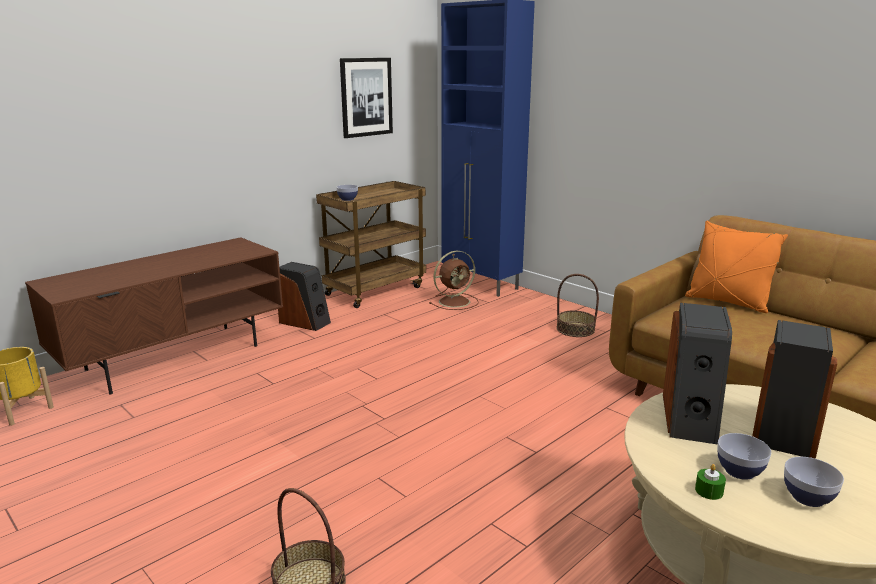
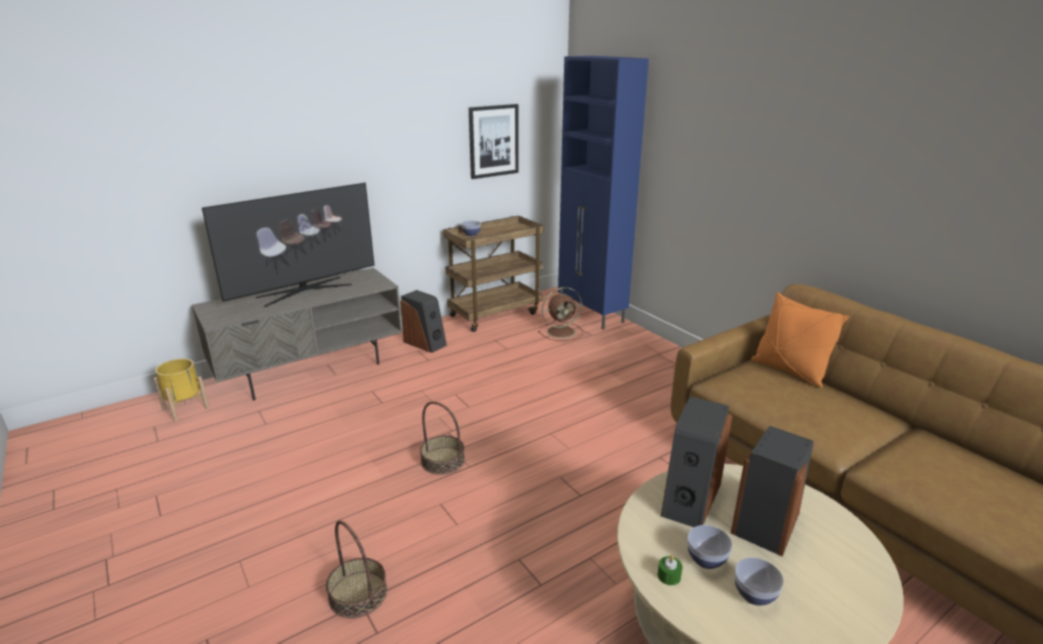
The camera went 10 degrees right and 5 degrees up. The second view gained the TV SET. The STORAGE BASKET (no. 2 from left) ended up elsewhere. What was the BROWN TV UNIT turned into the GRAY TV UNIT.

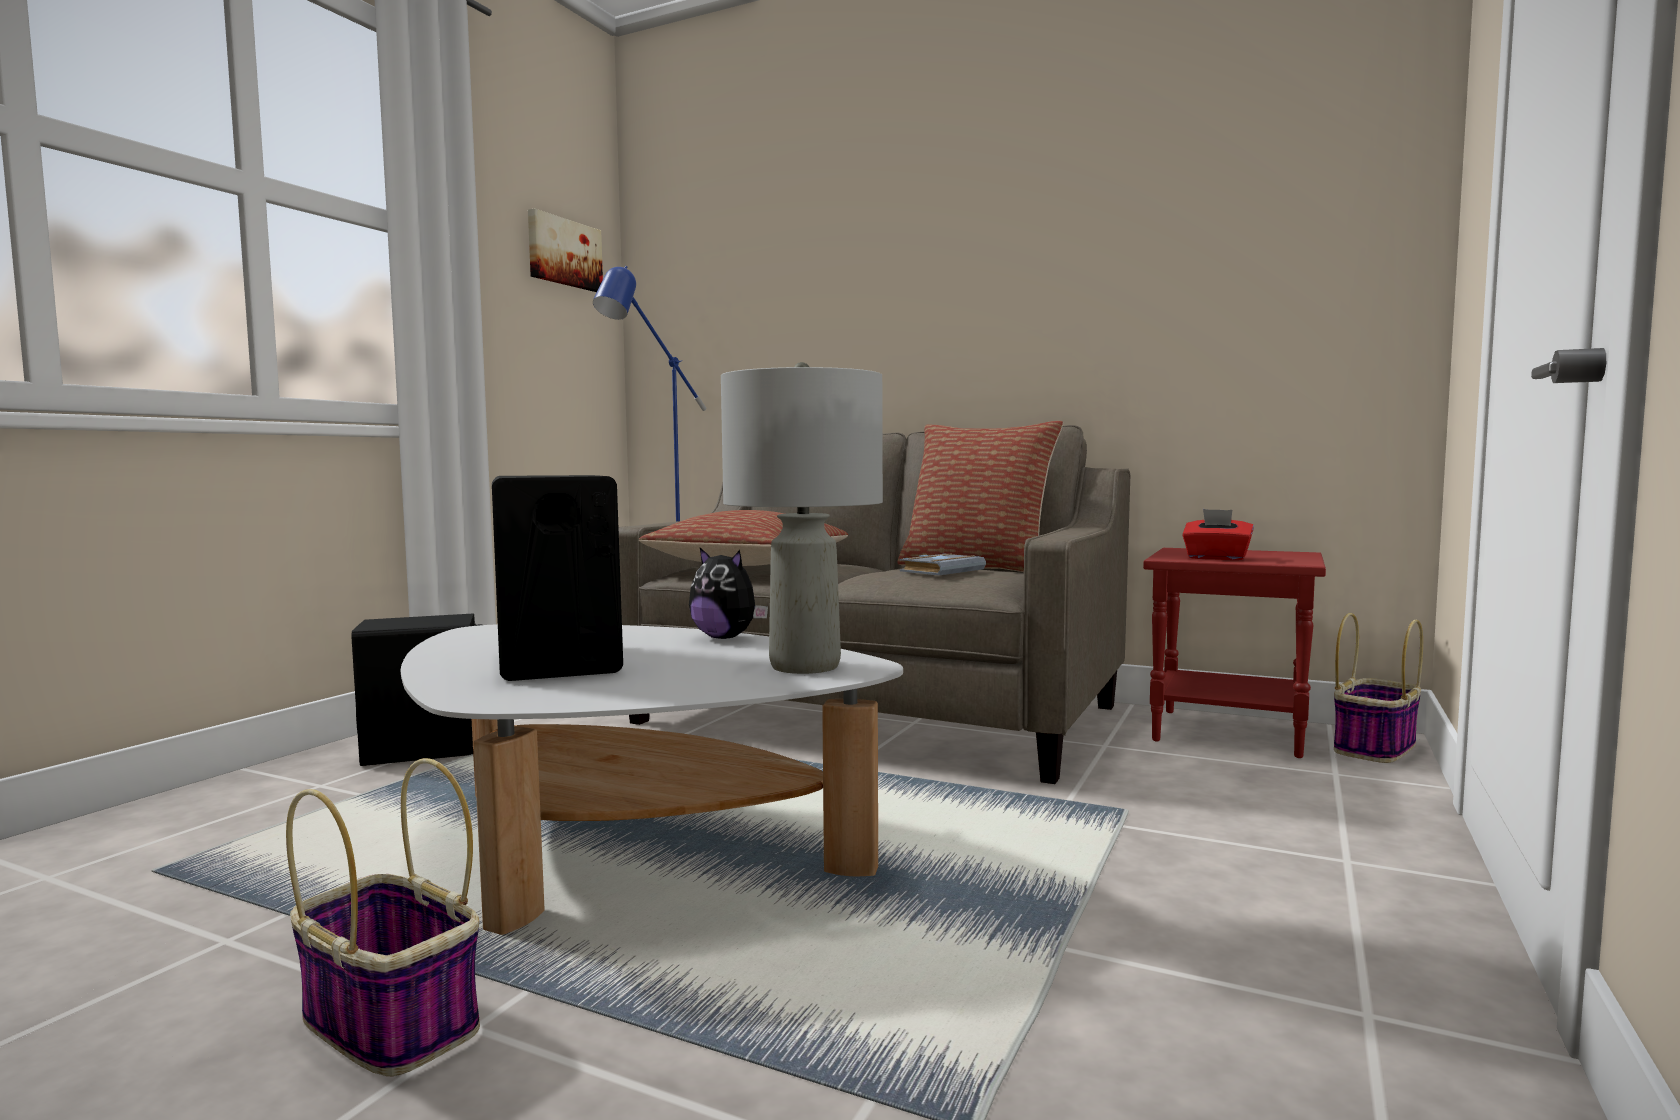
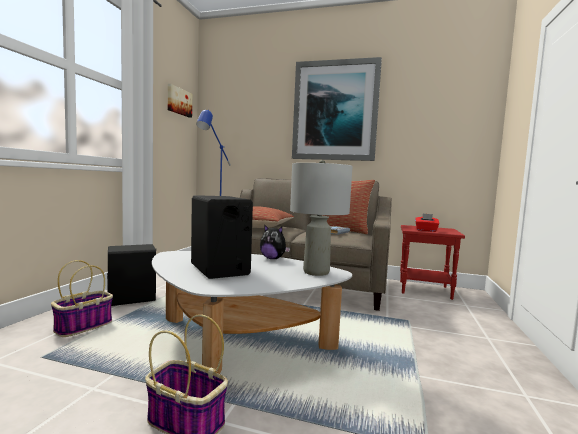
The camera went 10 degrees left and 0 degrees up. The second view gained the WALL ART (no. 2 from left). The STORAGE BASKET (no. 2 from left in the first image) ended up elsewhere.

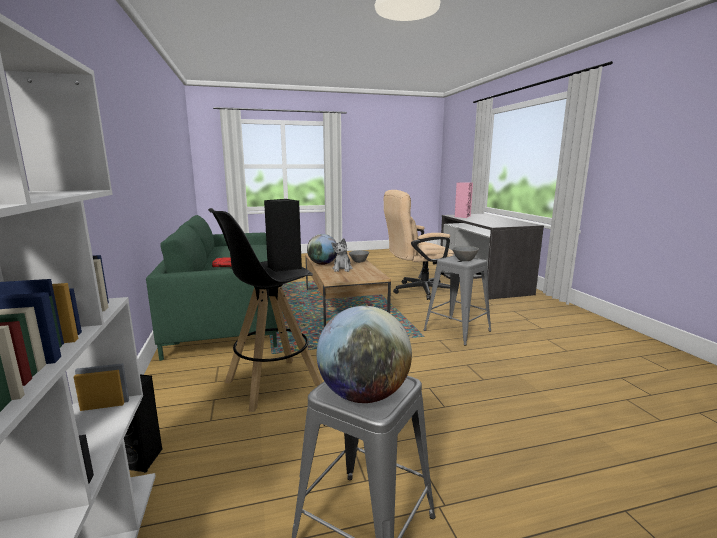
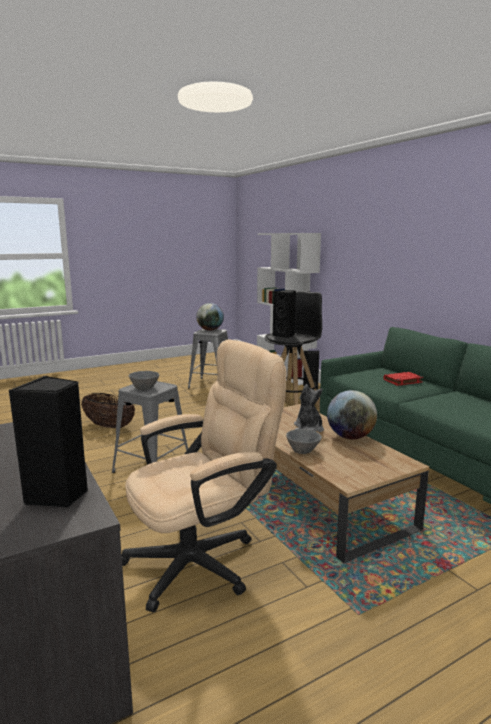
The camera went 165 degrees right and 0 degrees up. The second view gained the STORAGE BASKET. What was the PINKISH LOUDSPEAKER turned into the BLACK LOUDSPEAKER (no. 1 from left).

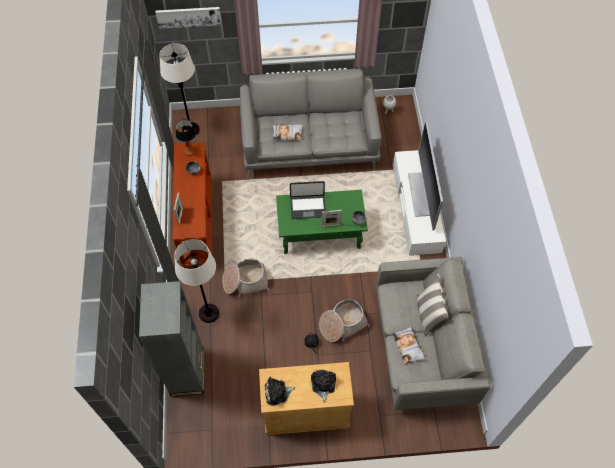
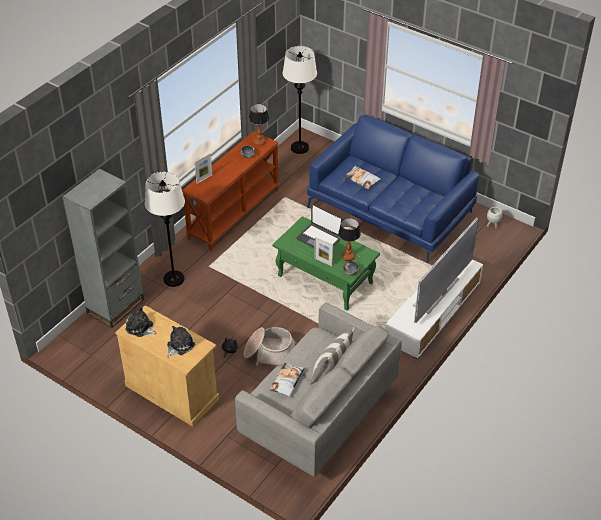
The camera went 40 degrees right and 15 degrees down. The second view lost the WALL ART. The second view lost the STORAGE BASKET (no. 1 from left). The second view gained the TABLETOP LAMP (no. 2 from left). What was the GRAY SOFA (no. 1 from left) turned into the BLUE-COLOURED SOFA.

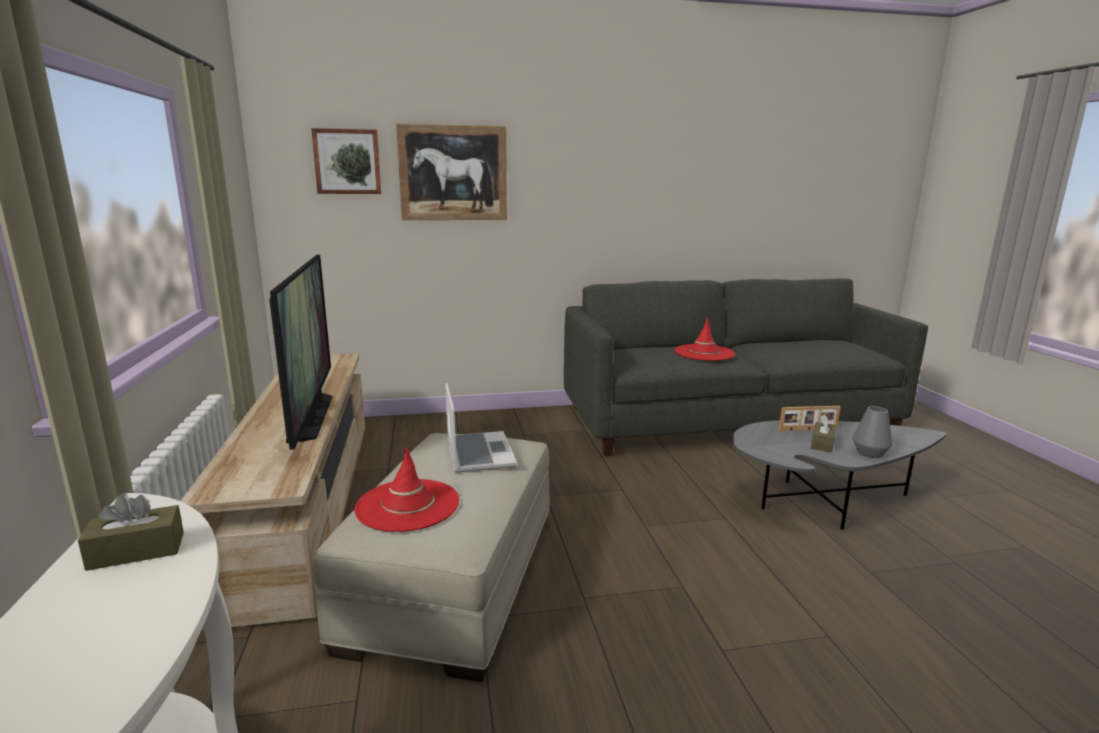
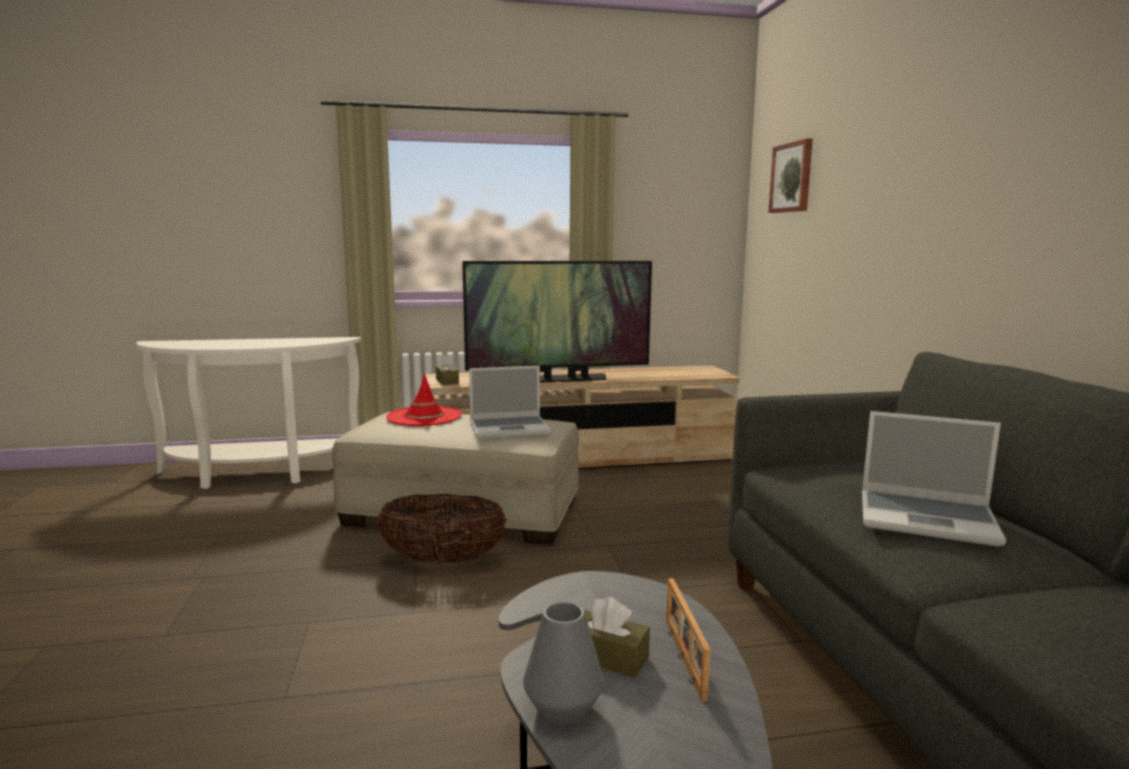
The camera went 90 degrees right and 5 degrees down. The second view lost the WALL ART (no. 2 from left). The second view gained the STORAGE BASKET. The BROWN BOX OF TISSUES (no. 1 from left) ended up elsewhere. Where the REDDISH CLOTHING HAT (no. 2 from left) stood, the LAPTOP (no. 2 from left) came to stand.

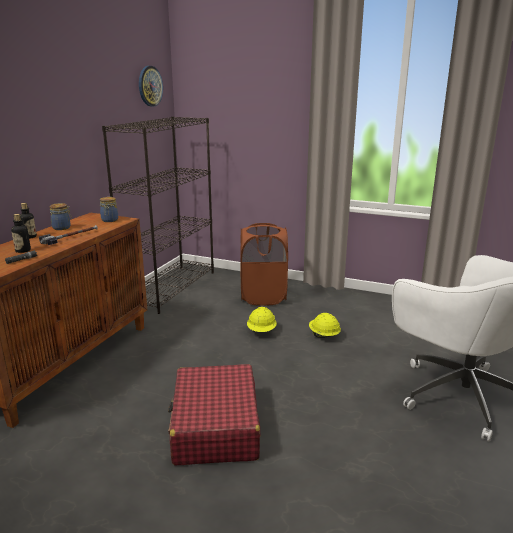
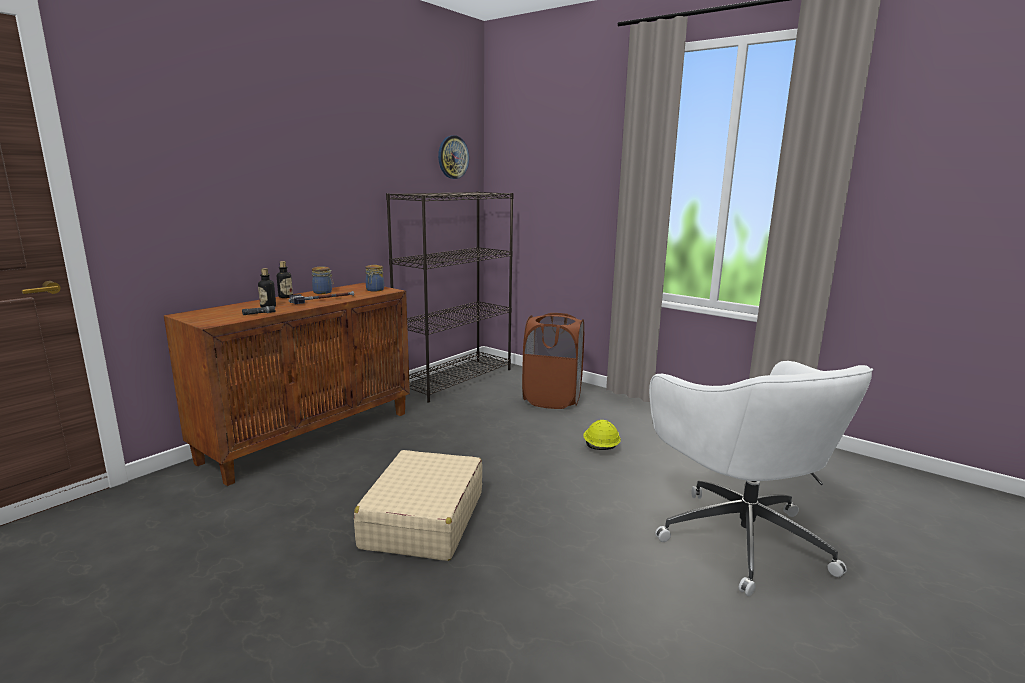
The camera went 15 degrees right and 5 degrees down. The second view lost the YELLOW SAFETY HELMET (no. 1 from left). What was the REDDISH TRAVEL CASE turned into the BEIGE TRAVEL CASE.

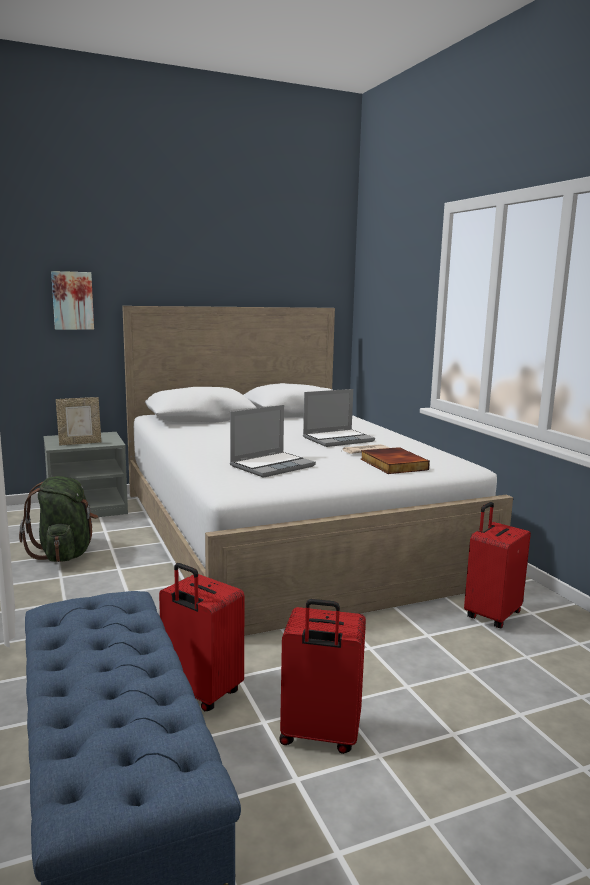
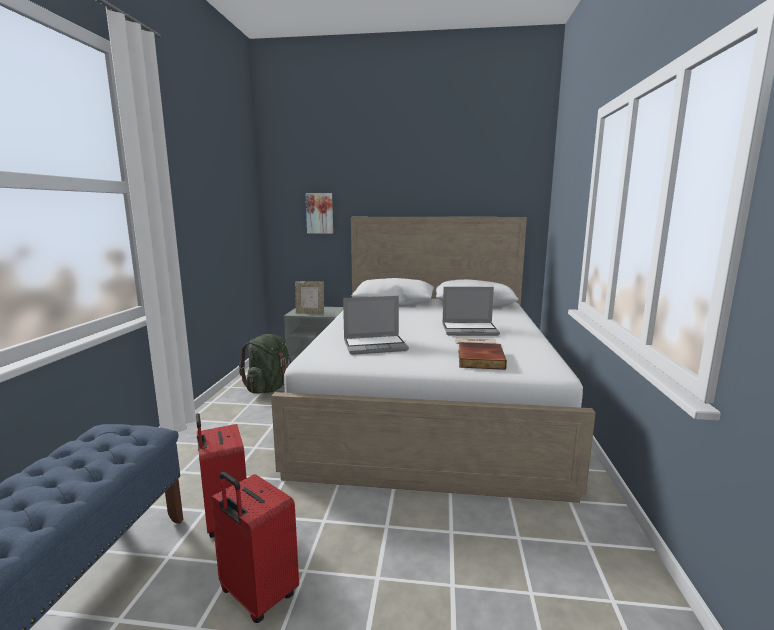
The camera went 30 degrees right and 0 degrees up. The second view lost the REDDISH TRAVEL CASE (no. 3 from left).

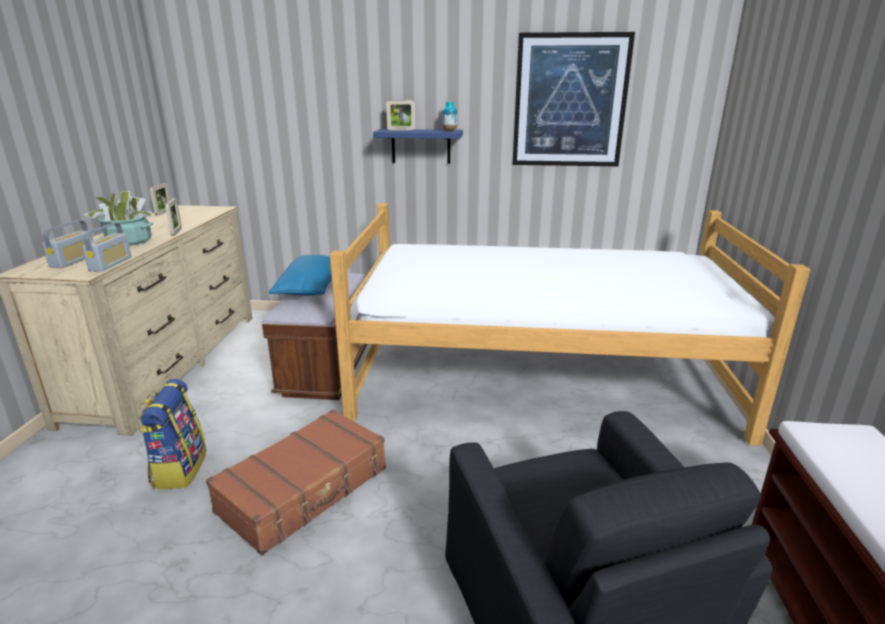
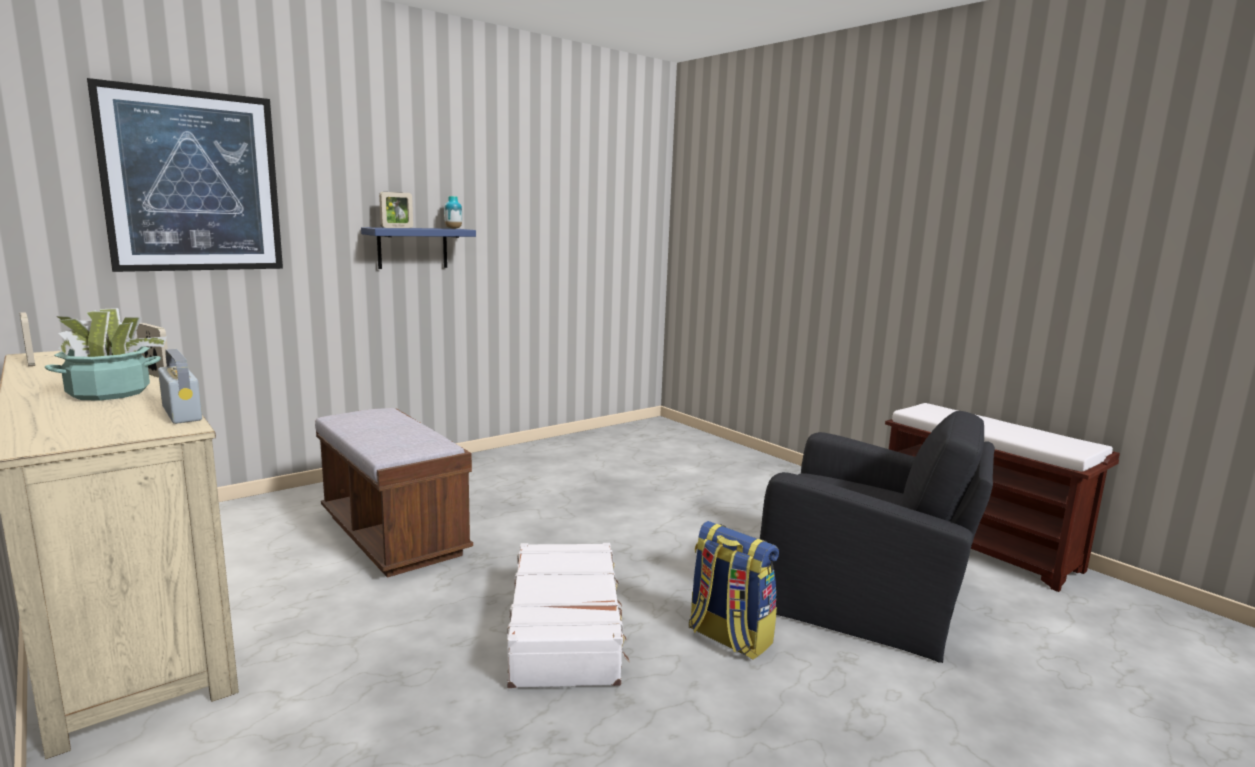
The camera went 45 degrees left and 10 degrees down. The second view lost the RADIO RECEIVER (no. 1 from left). The second view lost the BLUE-COLOURED THROW PILLOW. The second view lost the SLEEPING BED. The BACKPACK ended up elsewhere. The WALL ART ended up elsewhere. What was the BROWN TRAVEL CASE turned into the WHITE-COLOURED TRAVEL CASE.

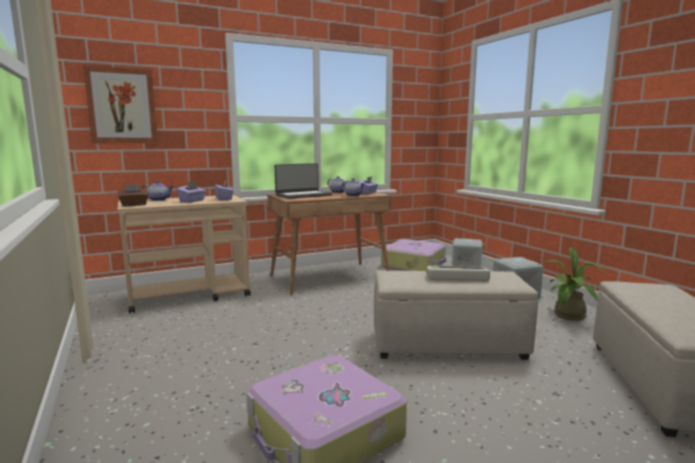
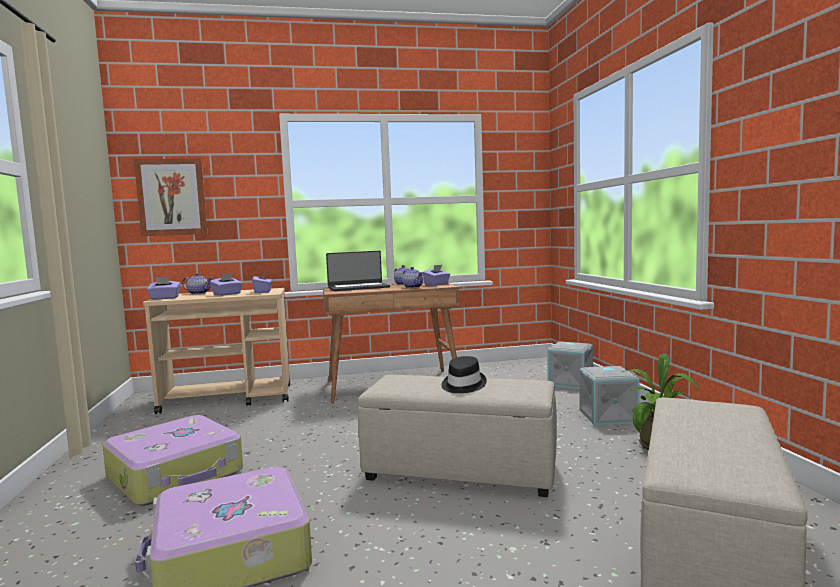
The camera went 15 degrees right and 5 degrees down. The TRAVEL CASE (no. 2 from left in the first image) ended up elsewhere. Where the PC KEYBOARD stood, the BLACK CLOTHING HAT came to stand. What was the BROWN BOX OF TISSUES turned into the PURPLISH BOX OF TISSUES (no. 1 from left).

